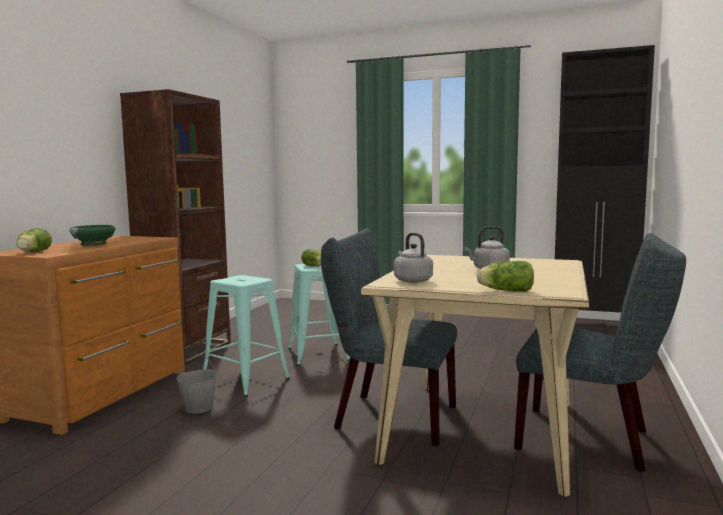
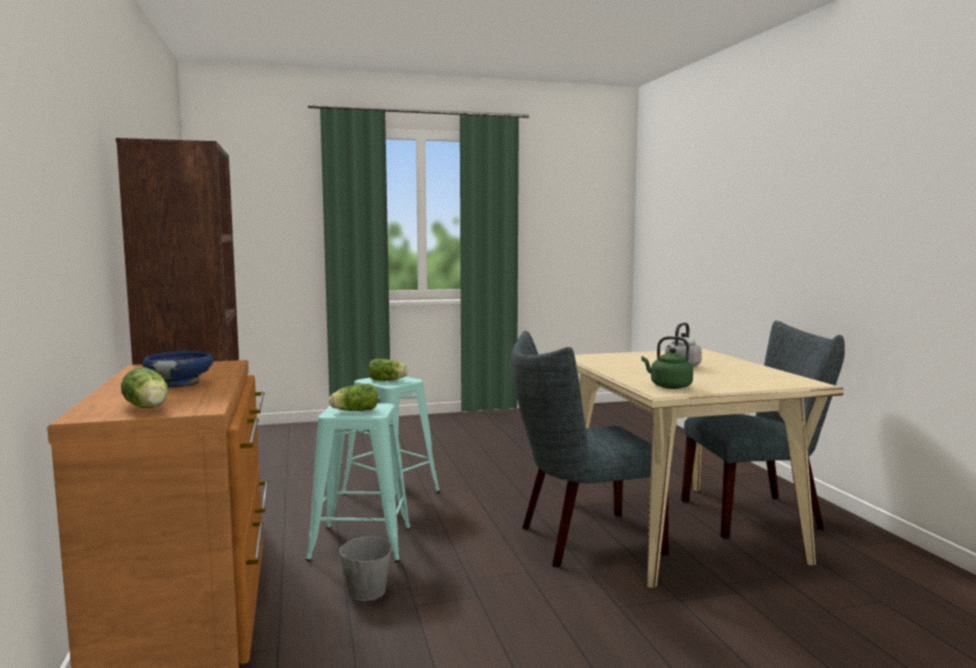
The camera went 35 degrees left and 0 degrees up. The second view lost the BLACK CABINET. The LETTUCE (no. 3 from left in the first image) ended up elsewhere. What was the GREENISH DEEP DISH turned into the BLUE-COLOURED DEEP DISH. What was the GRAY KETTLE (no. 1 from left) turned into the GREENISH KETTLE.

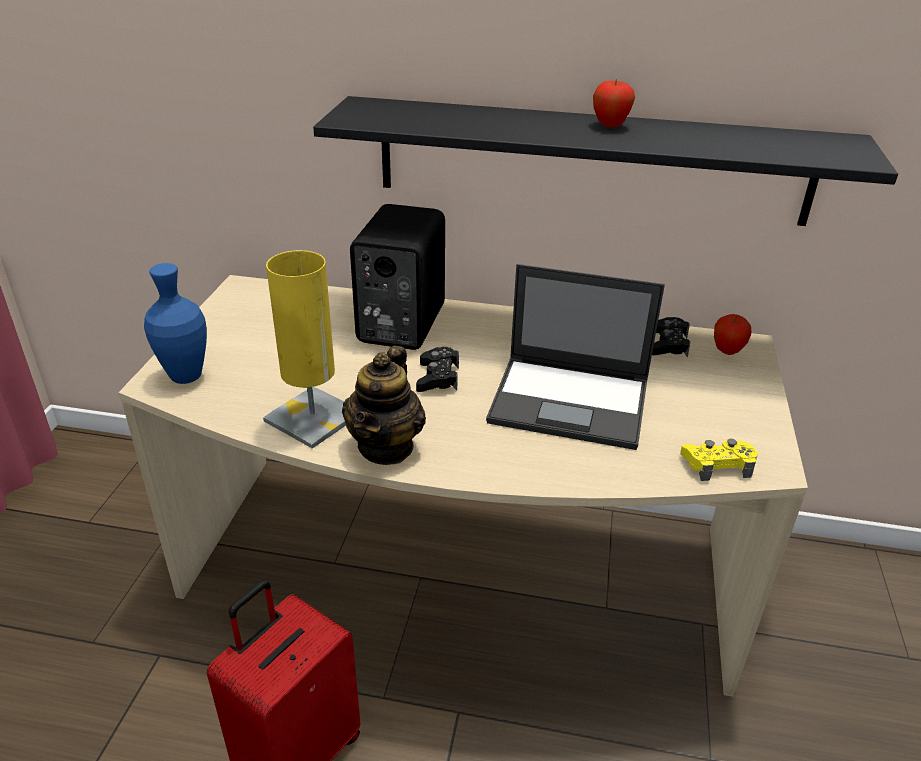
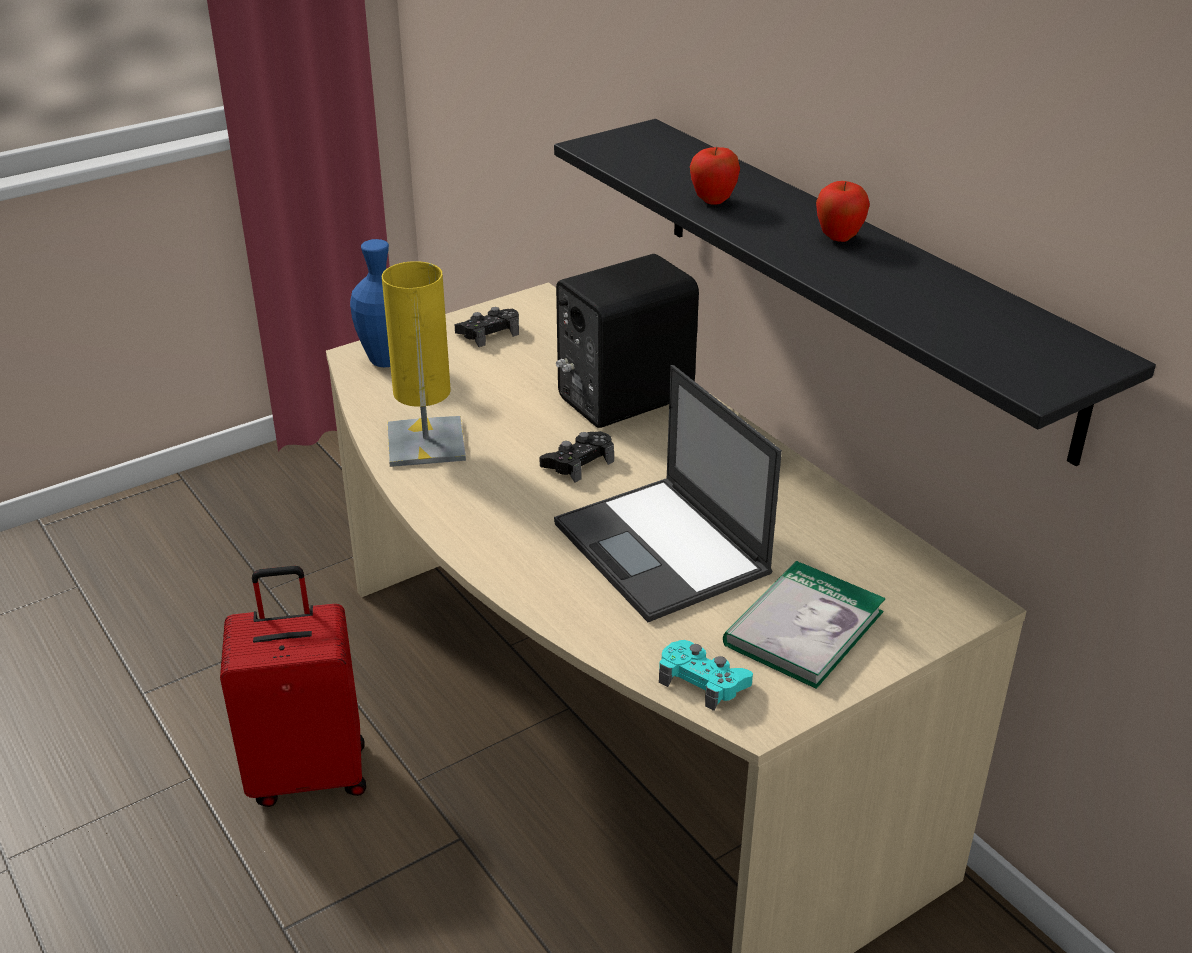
The camera went 45 degrees right and 0 degrees up. The second view lost the POT FOR TEA. The second view gained the BOOK. The BLACK GAME CONTROLLER (no. 2 from left in the first image) ended up elsewhere. The APPLE FRUIT (no. 2 from left in the first image) ended up elsewhere. What was the YELLOW GAME CONTROLLER turned into the TURQUOISE GAME CONTROLLER.

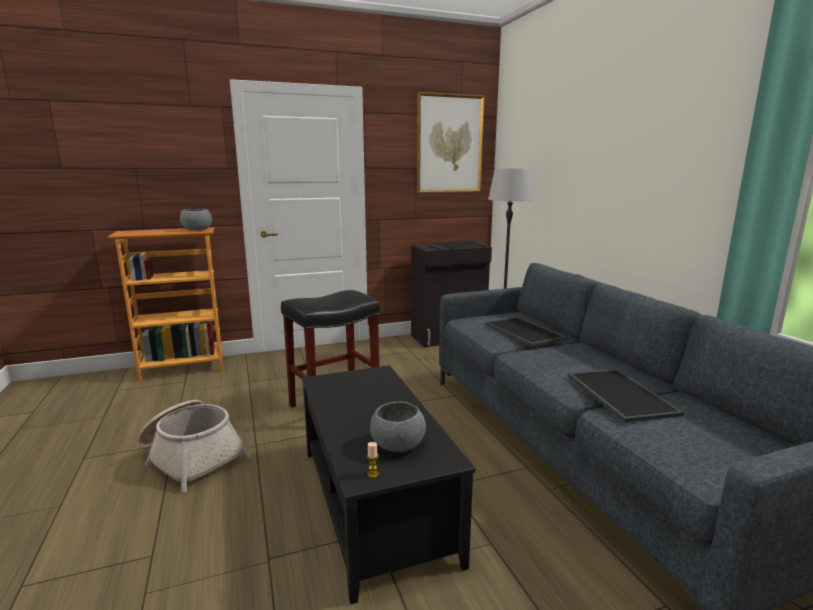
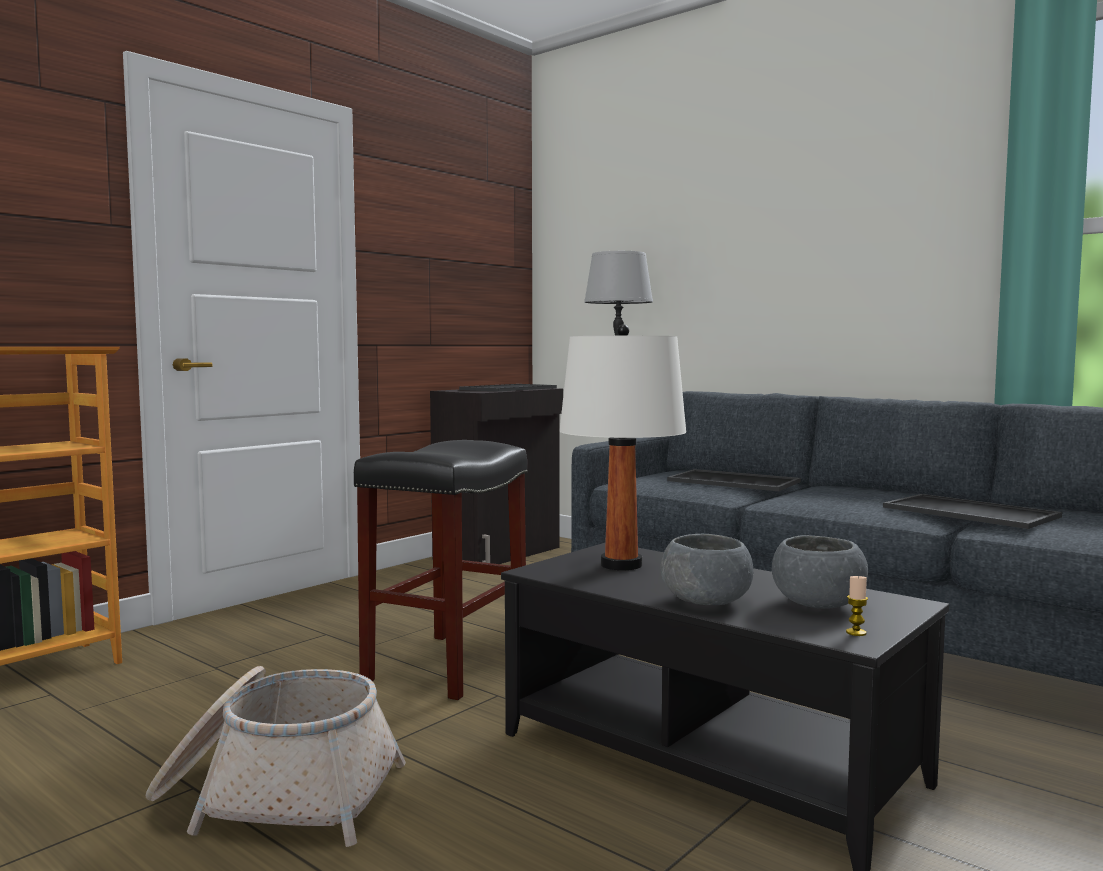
The camera went 30 degrees left and 10 degrees down. The second view lost the WALL ART. The second view gained the WHITE-COLOURED TABLETOP LAMP. The GRAY DEEP DISH (no. 1 from left) ended up elsewhere.

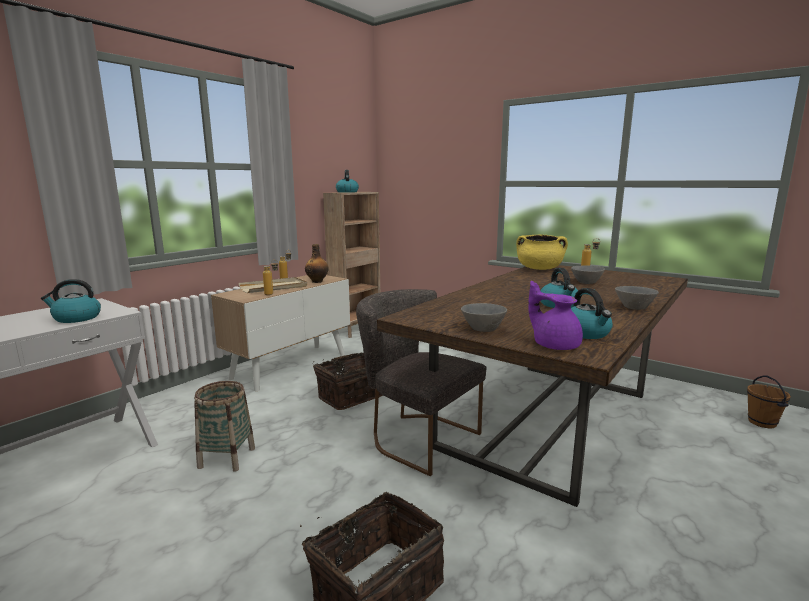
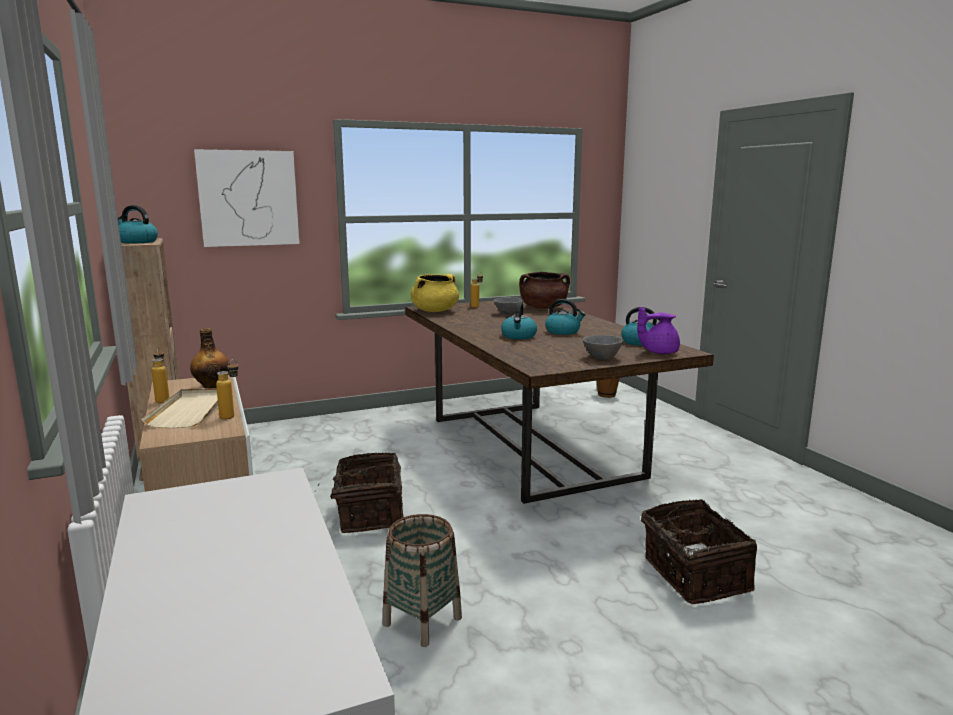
The camera went 60 degrees left and 0 degrees up. The second view lost the GRAY CHAIR. The second view lost the GRAY DEEP DISH (no. 3 from left). The second view gained the WALL ART. The second view gained the BROWN SAUCEPOT. The KETTLE (no. 1 from left in the first image) ended up elsewhere.

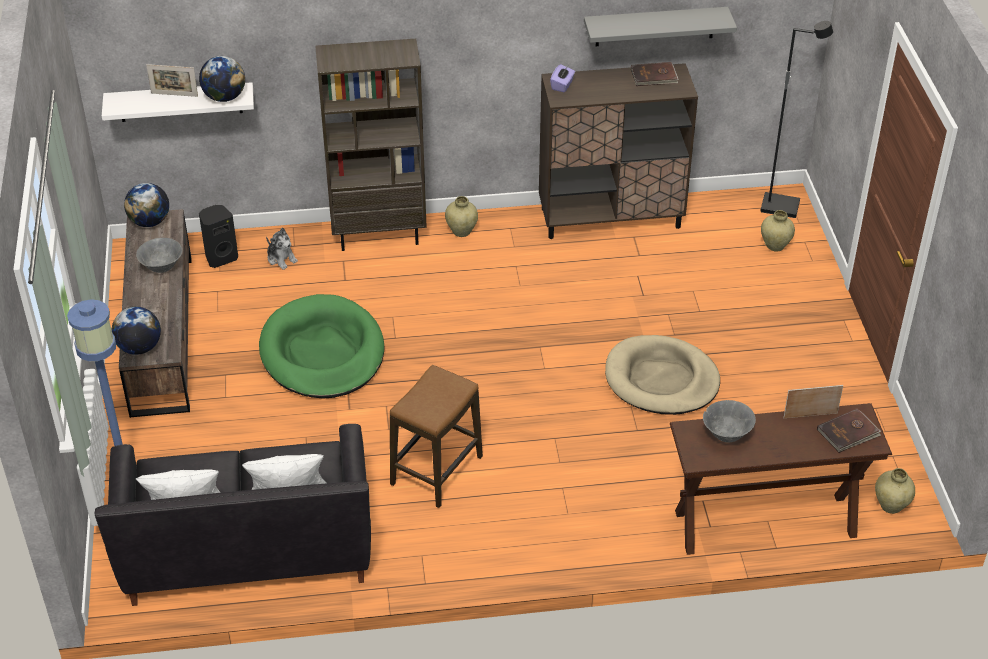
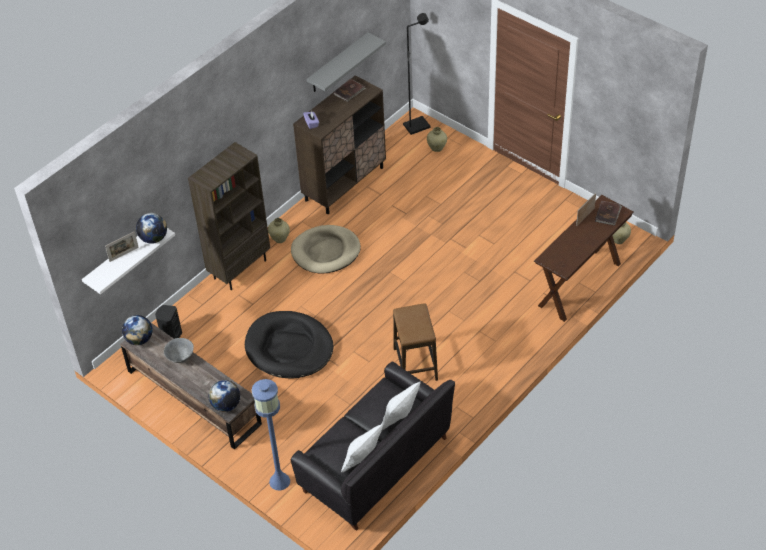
The camera went 40 degrees left and 5 degrees up. The second view lost the PLUSH TOY. The second view lost the GRAY DEEP DISH (no. 2 from left). The BEIGE DOG BED ended up elsewhere. What was the GREENISH DOG BED turned into the BLACK DOG BED.

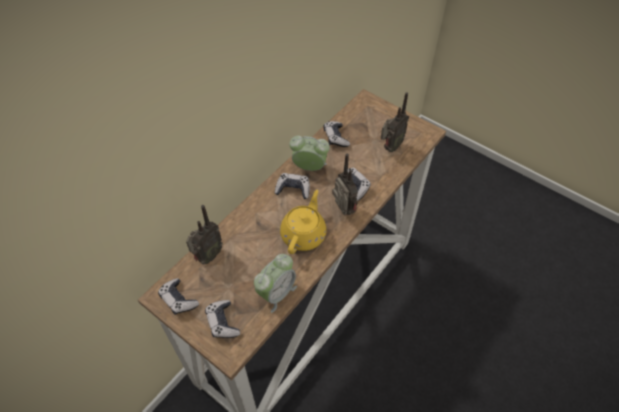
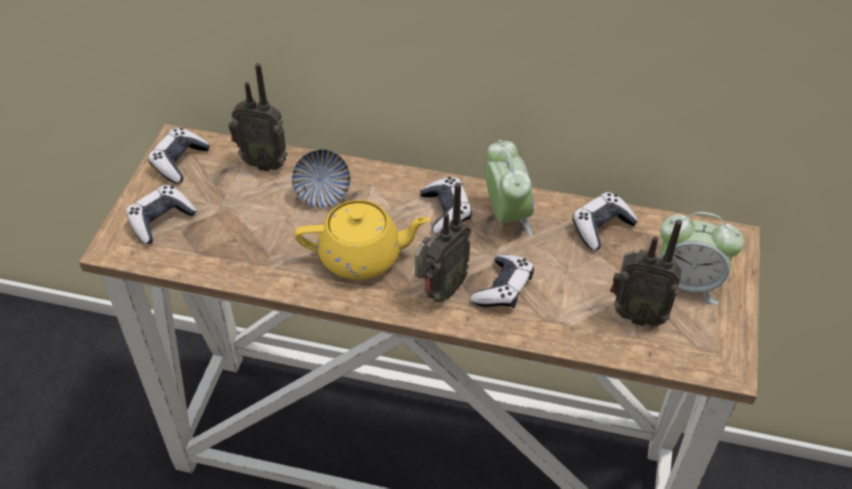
The camera went 65 degrees right and 5 degrees down. The second view gained the DEEP DISH. The ALARM CLOCK (no. 1 from left in the first image) ended up elsewhere.

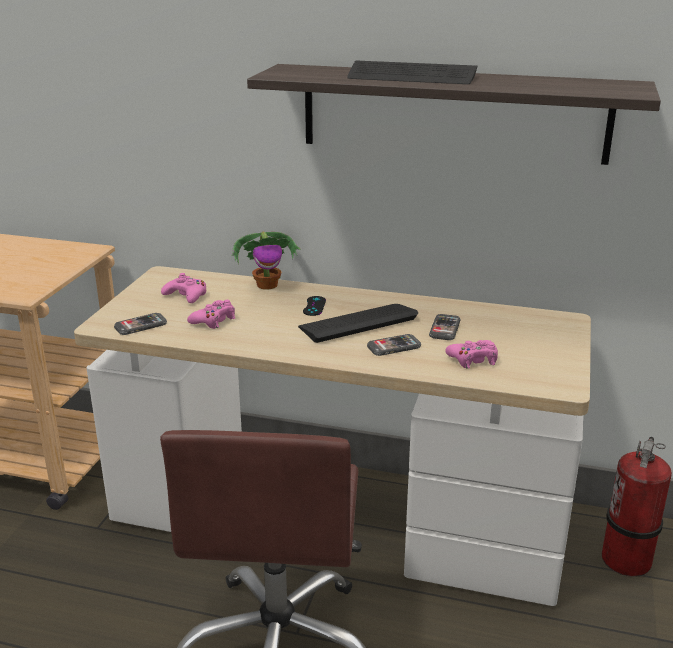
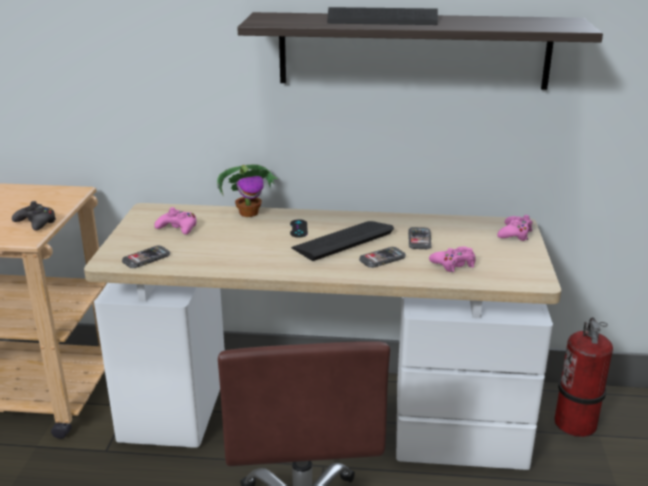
The camera went 10 degrees left and 0 degrees up. The second view gained the BLACK GAME CONTROLLER (no. 1 from left). The PINKISH GAME CONTROLLER (no. 2 from left in the first image) ended up elsewhere.

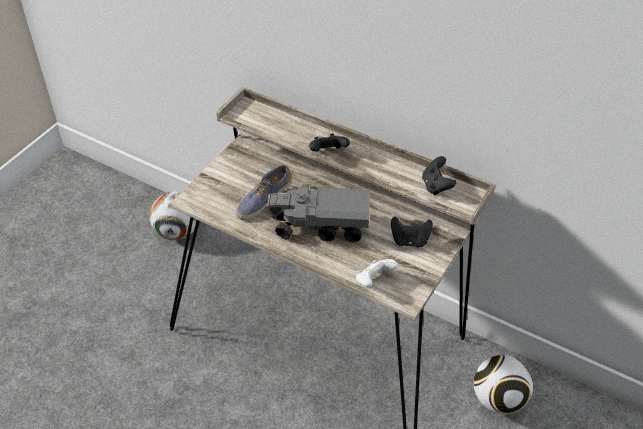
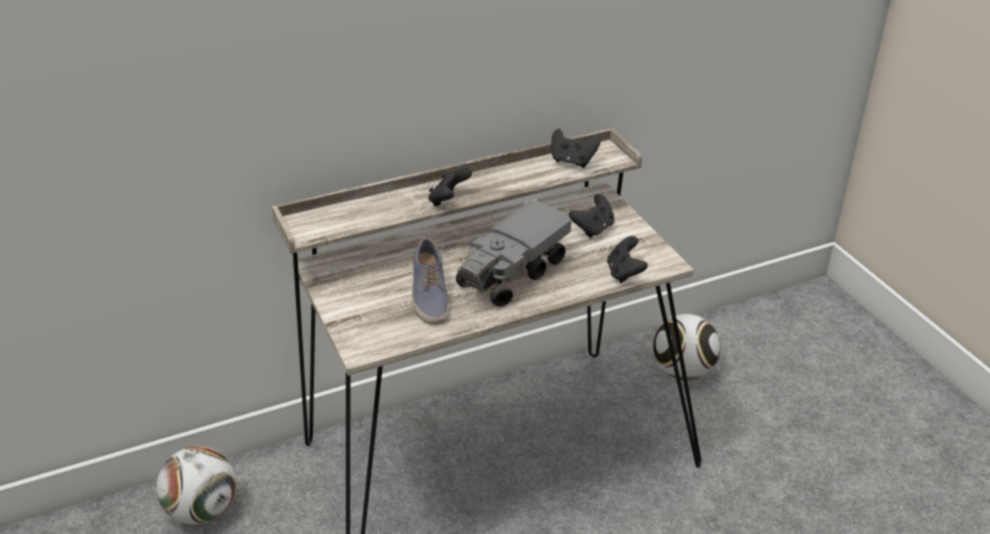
The camera went 55 degrees left and 10 degrees down. What was the WHITE-COLOURED GAME CONTROLLER turned into the BLACK GAME CONTROLLER (no. 4 from left).

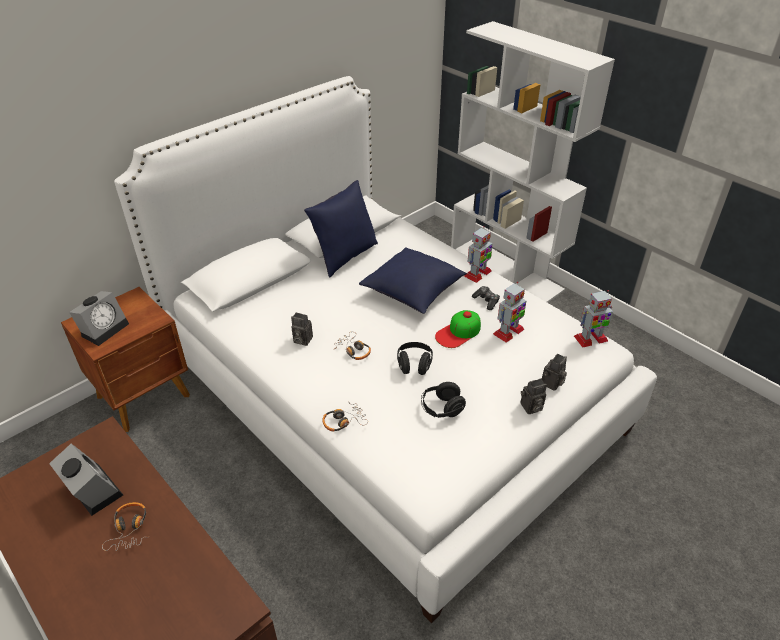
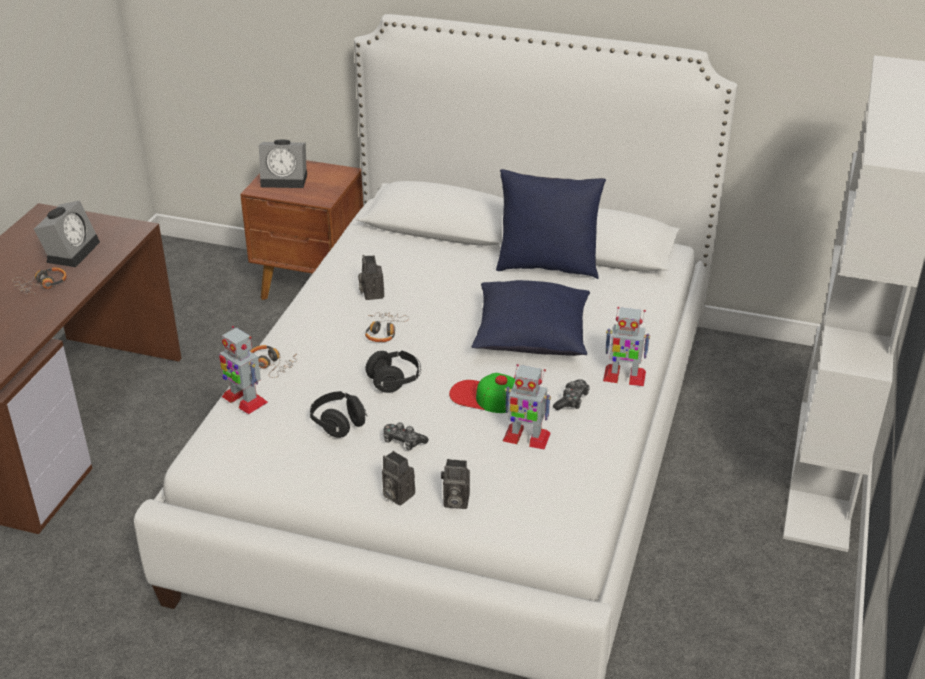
The camera went 60 degrees right and 5 degrees down. The second view gained the GAME CONTROLLER (no. 1 from left). The TOY ROBOT (no. 3 from left in the first image) ended up elsewhere.

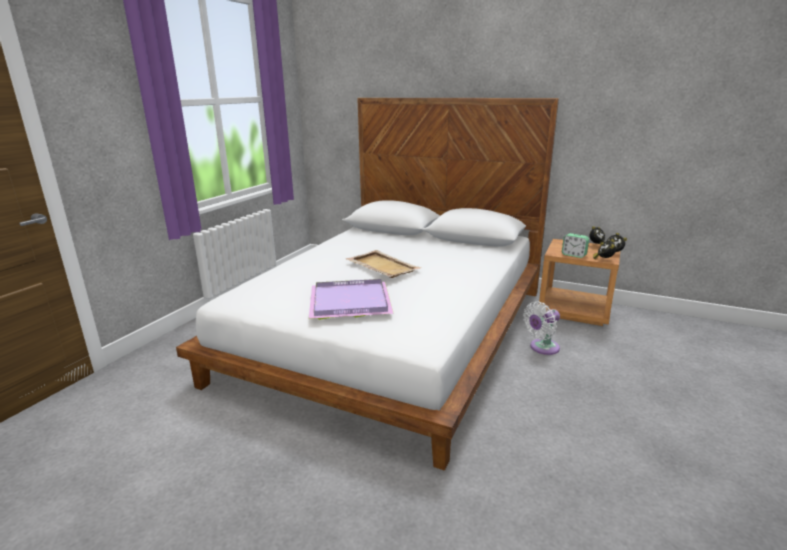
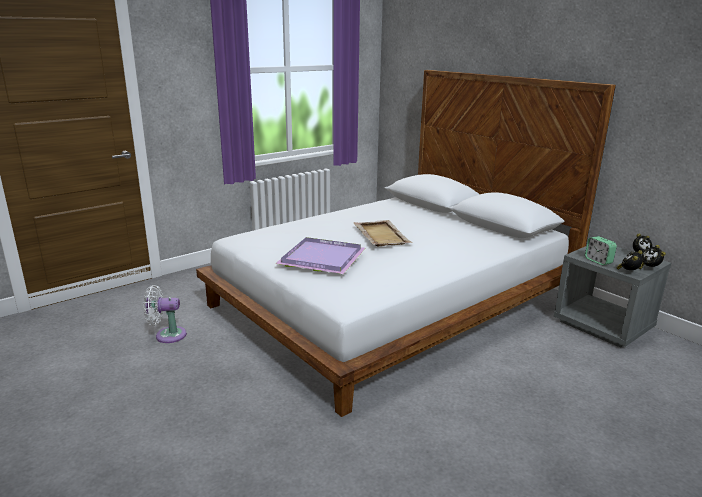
The camera went 25 degrees right and 0 degrees up. The WHITE-COLOURED FAN ended up elsewhere. What was the BROWN BEDSIDE TABLE turned into the GRAY BEDSIDE TABLE.

